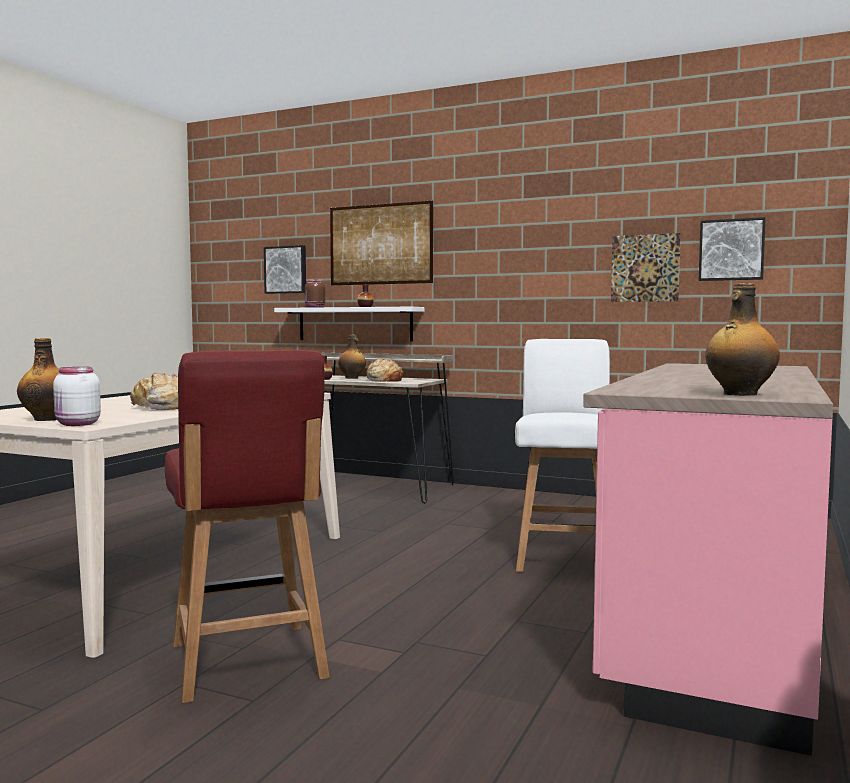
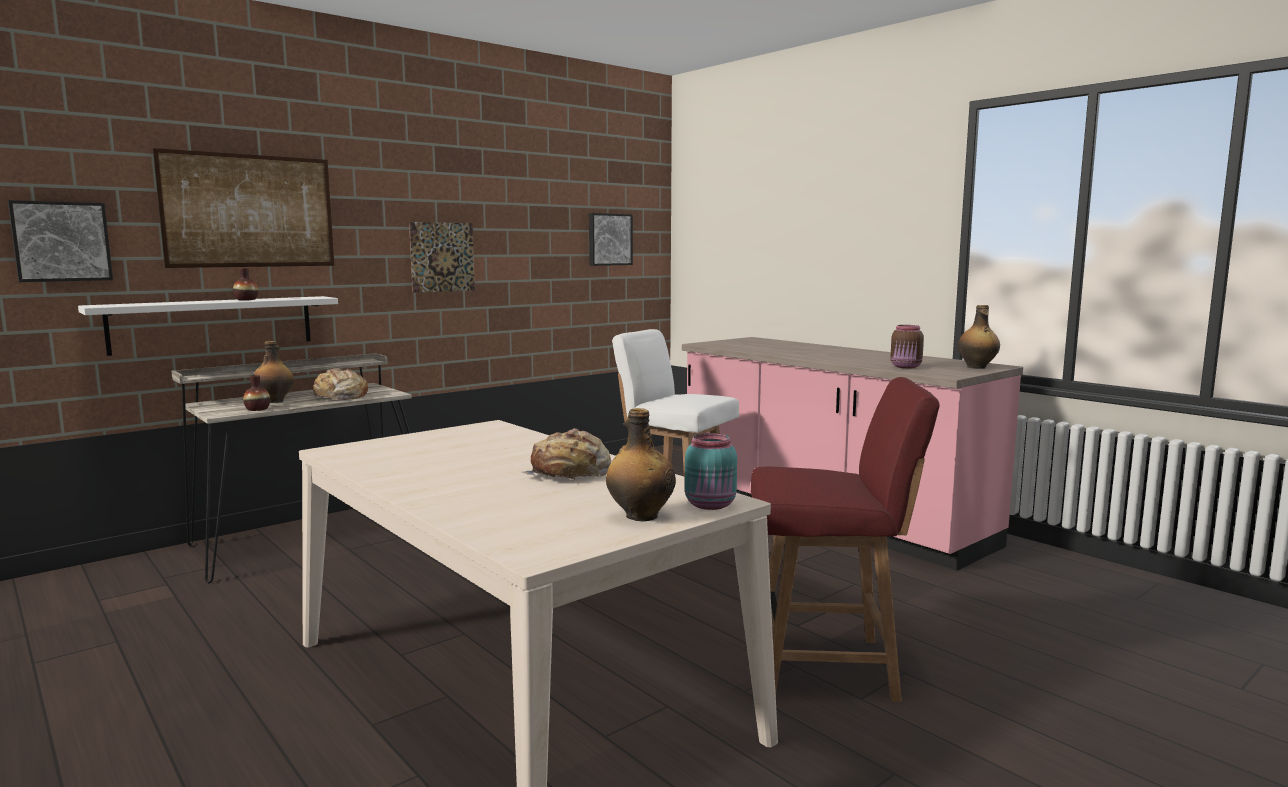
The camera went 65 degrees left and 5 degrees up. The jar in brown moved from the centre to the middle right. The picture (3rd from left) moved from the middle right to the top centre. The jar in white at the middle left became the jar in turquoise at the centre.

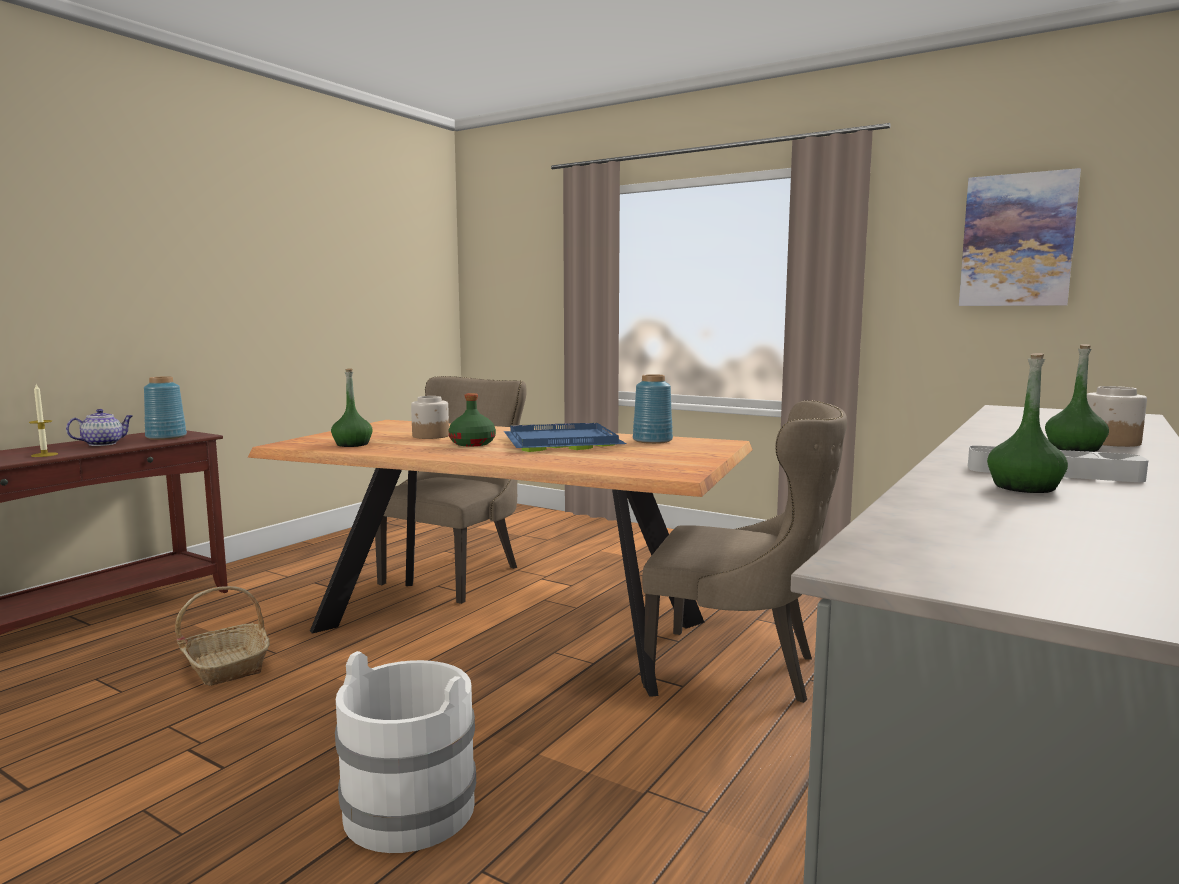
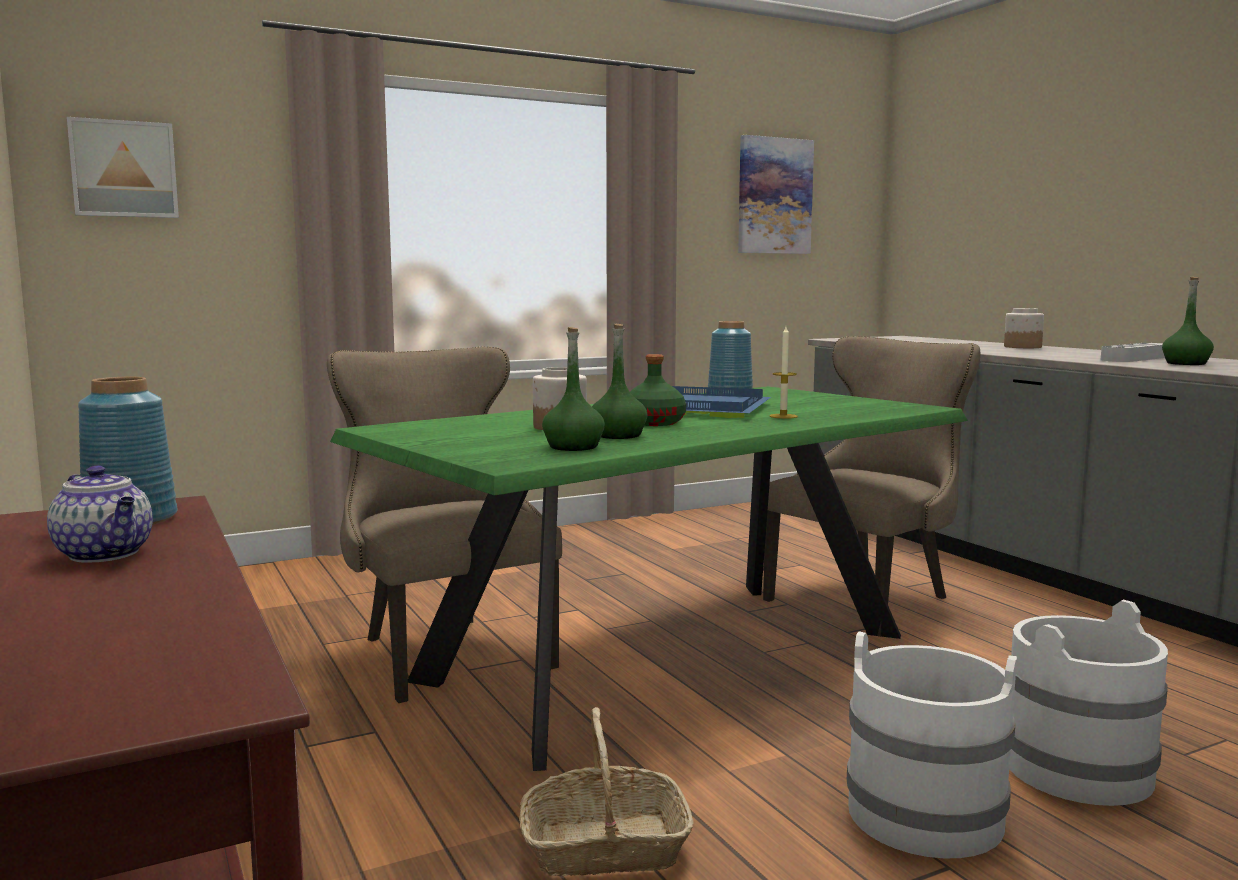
The camera went 60 degrees left and 0 degrees up. The picture (1st from left) at the top left appeared. The bucket in white (1st from left) at the bottom right appeared. The candle moved from the middle left to the centre. The bottle in green (4th from left in the first image) moved from the middle right to the centre. The dining table in brown at the centre became the dining table in green at the centre. The teapot at the middle left turned 150 degrees clockwise.

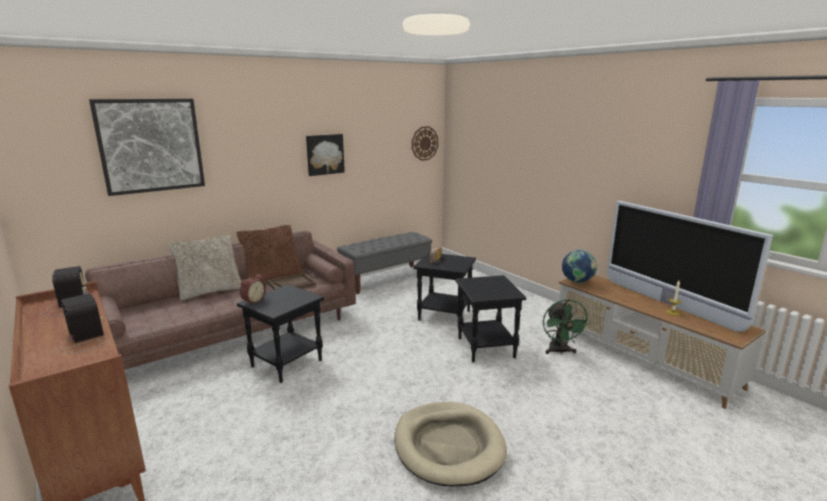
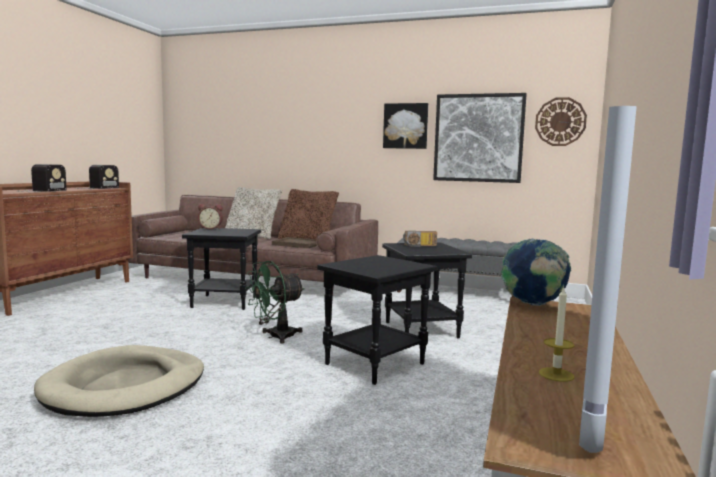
The camera went 55 degrees right and 10 degrees down. The picture (1st from left in the first image) moved from the top left to the top right. The fan in green moved from the middle right to the centre.

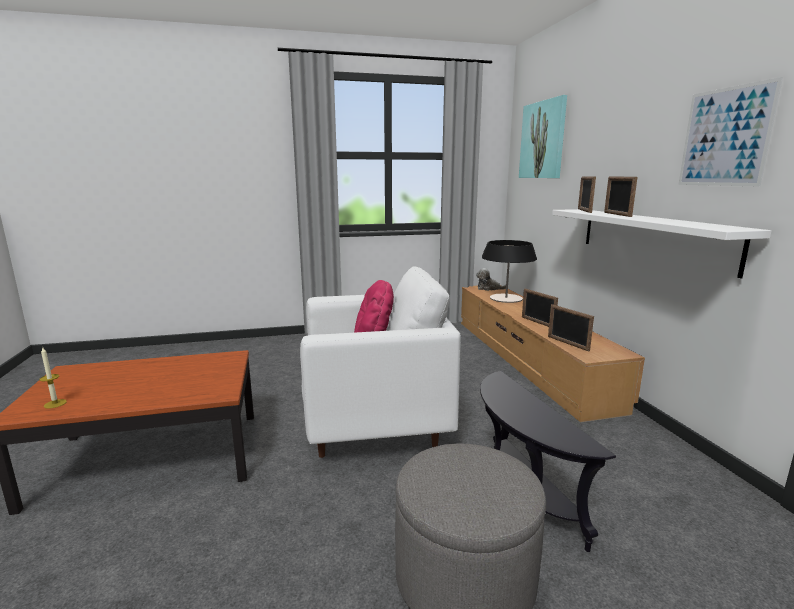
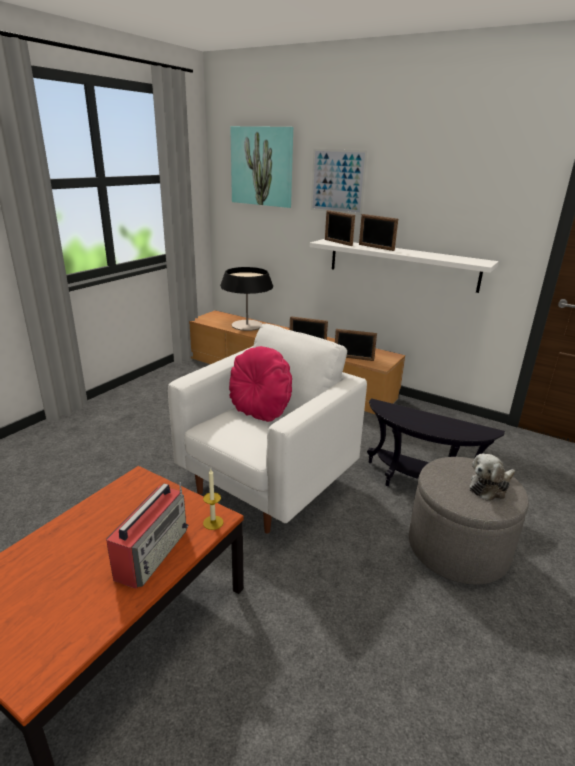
The camera went 45 degrees left and 10 degrees up. The radio at the bottom left appeared. The candle moved from the middle left to the centre. The plush toy moved from the centre to the middle right. The picture (2nd from left) moved from the top right to the top centre.

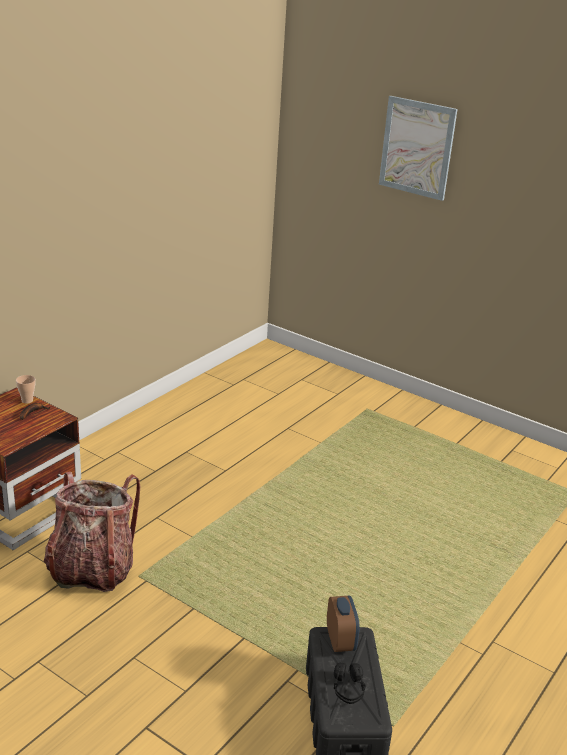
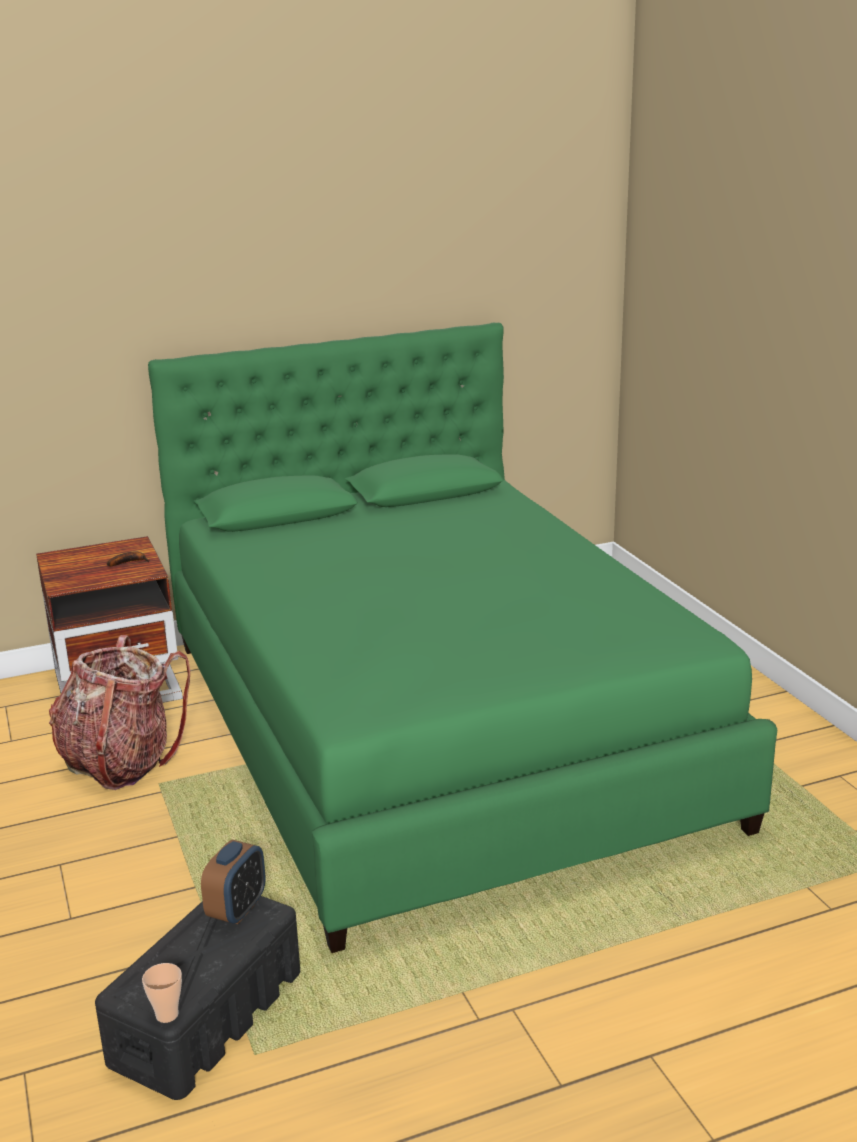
The camera went 35 degrees right and 5 degrees down. The headphones in black at the bottom centre disappeared. The picture at the top right disappeared. The bed in green at the centre appeared. The cup moved from the middle left to the bottom left.

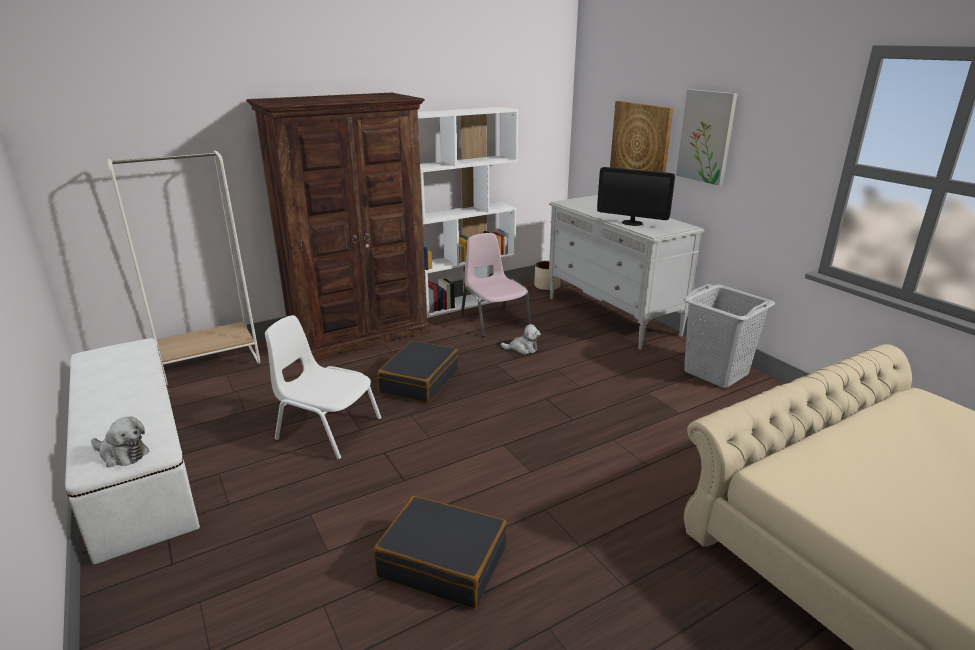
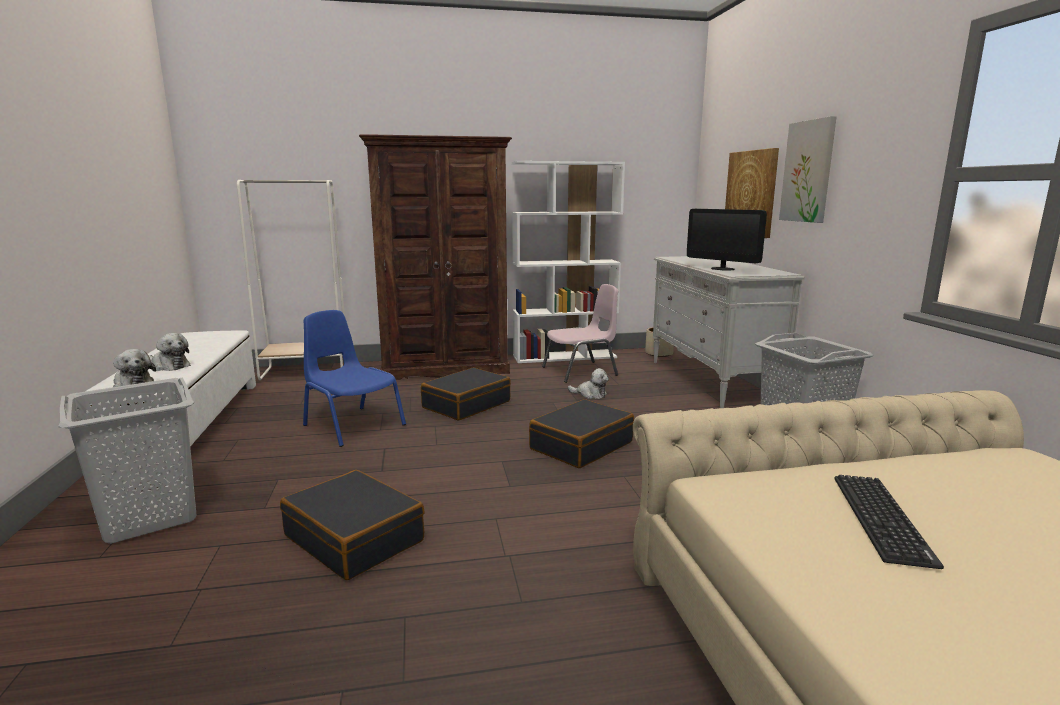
The camera went 20 degrees right and 10 degrees down. The laundry basket in grey (1st from left) at the middle left appeared. The plush toy (2nd from left) at the middle left appeared. The suitcase in black (3rd from left) at the centre appeared. The keyboard at the bottom right appeared. The chair in white at the middle left became the chair in blue at the centre. The chair in pink at the centre turned 75 degrees clockwise.

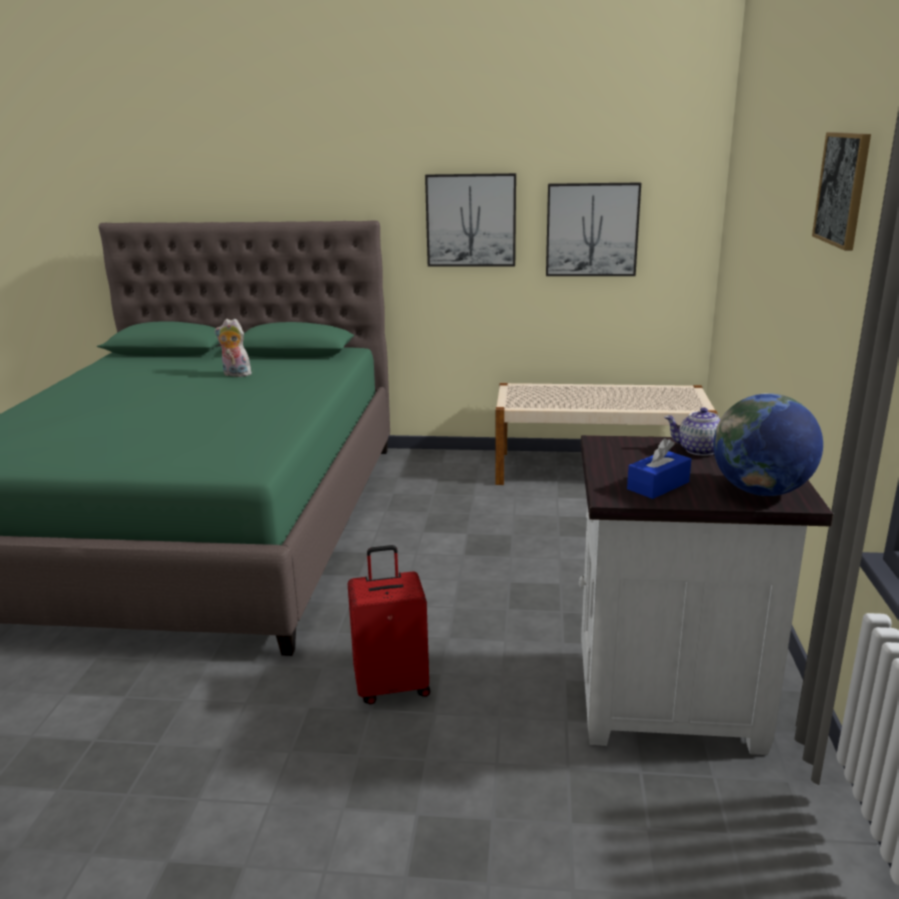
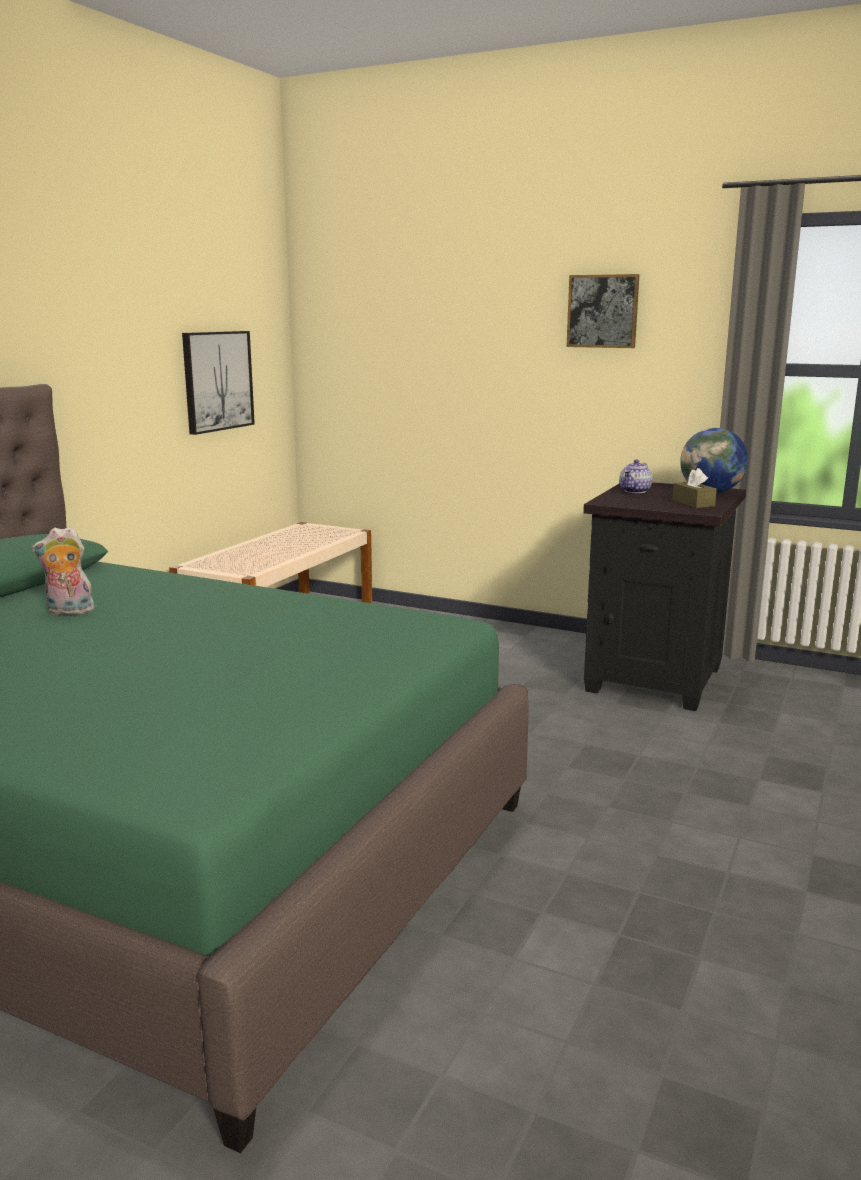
The camera went 70 degrees left and 5 degrees down. The suitcase in red at the bottom centre disappeared. The picture (1st from left) at the top centre disappeared. The cabinet in white at the middle right became the cabinet in black at the middle right. The tissue box in blue at the middle right became the tissue box in brown at the middle right. The plush toy at the middle left turned 45 degrees clockwise.

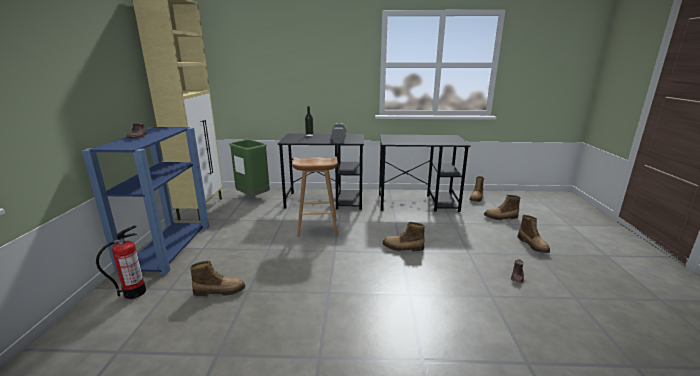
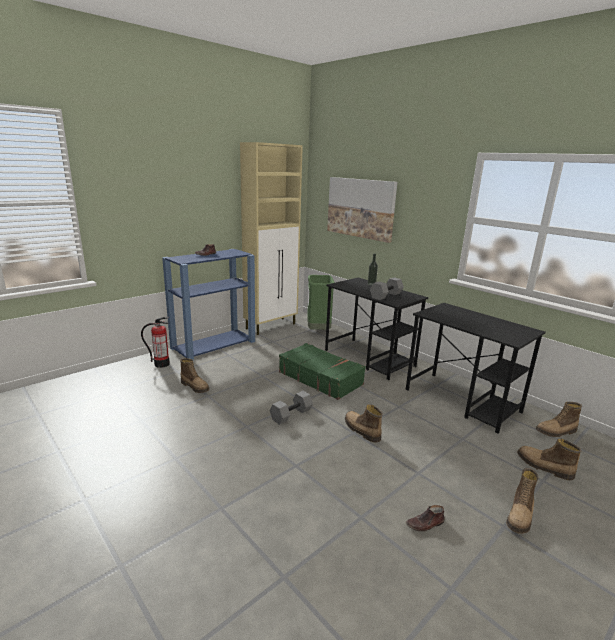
The camera went 45 degrees right and 0 degrees up. The dumbbell in grey (1st from left) at the centre appeared. The picture at the top centre appeared. The stool in brown at the centre was replaced by the suitcase in green at the centre.

